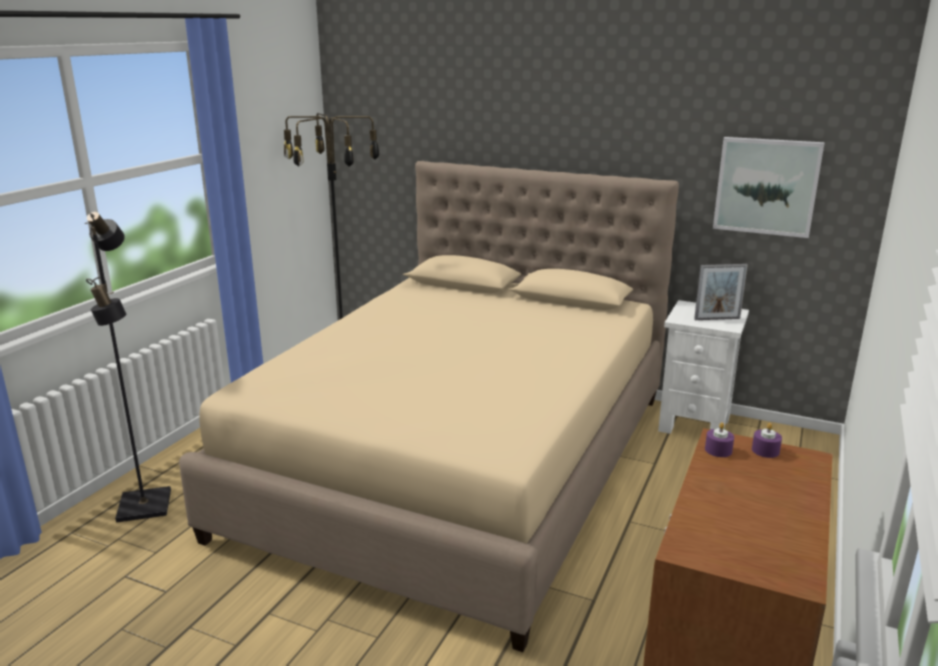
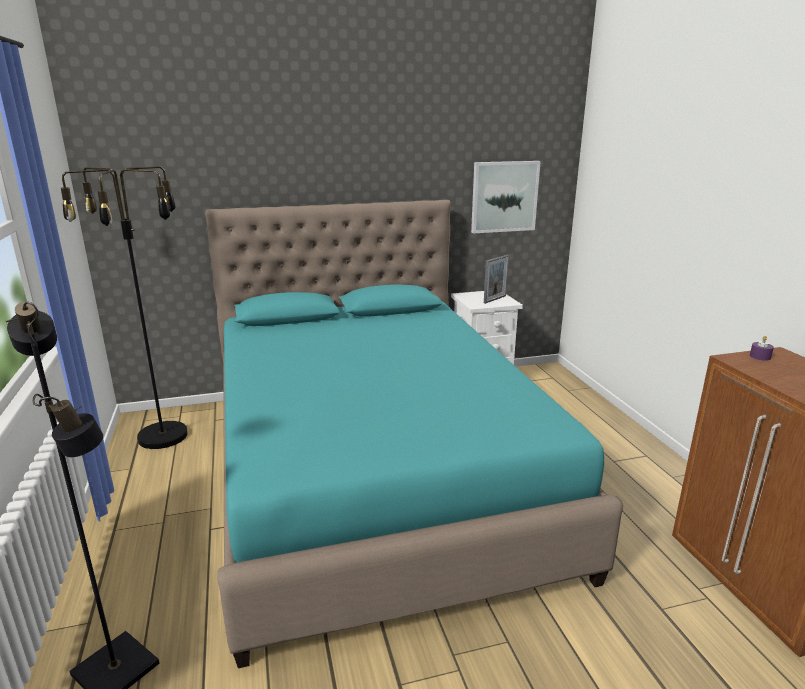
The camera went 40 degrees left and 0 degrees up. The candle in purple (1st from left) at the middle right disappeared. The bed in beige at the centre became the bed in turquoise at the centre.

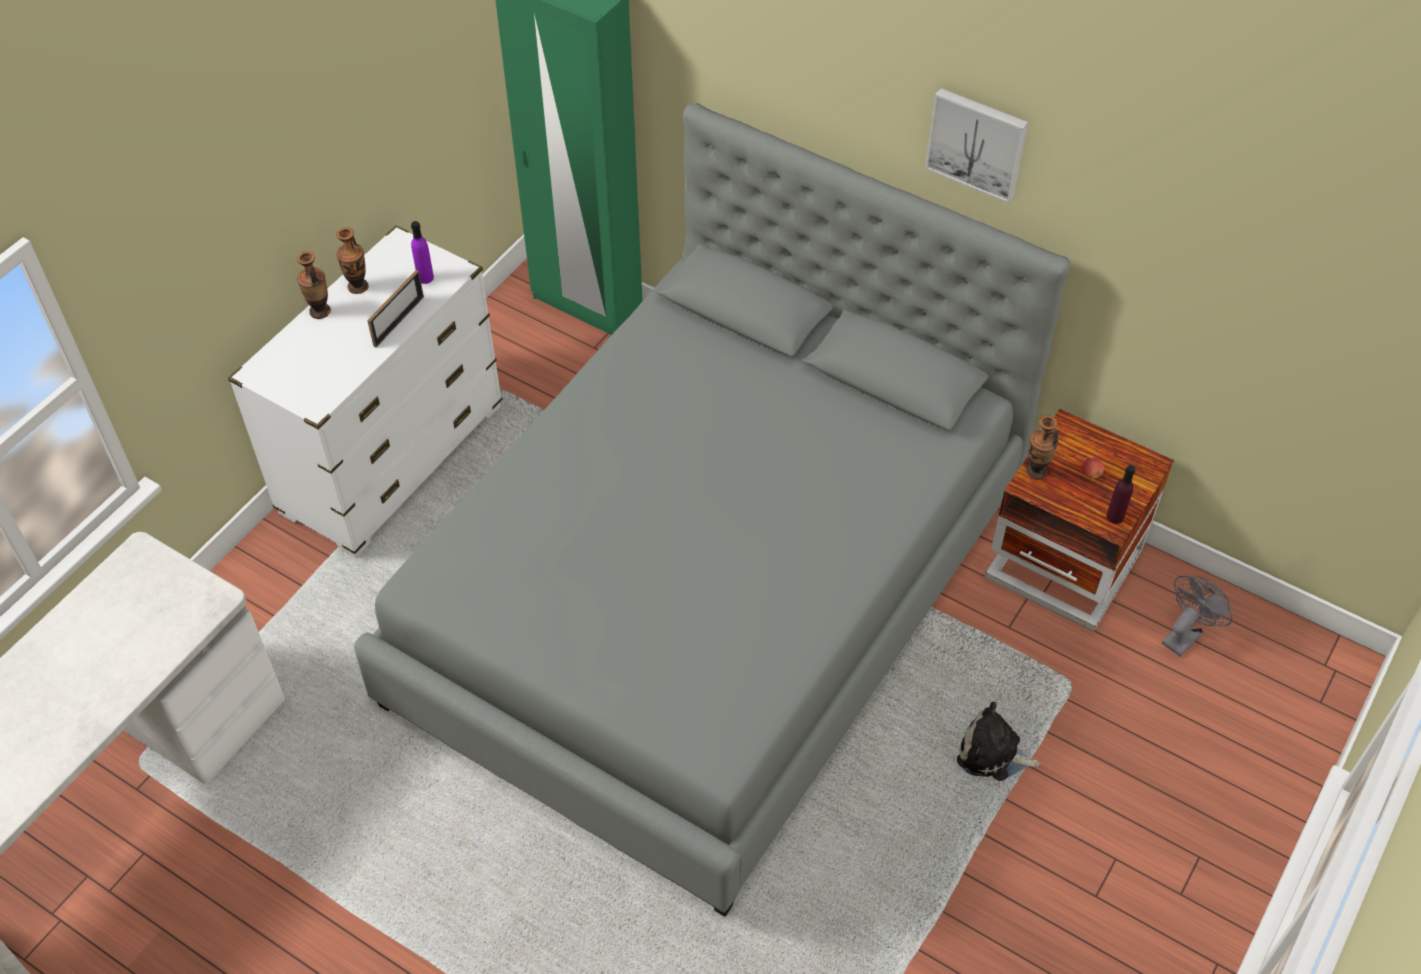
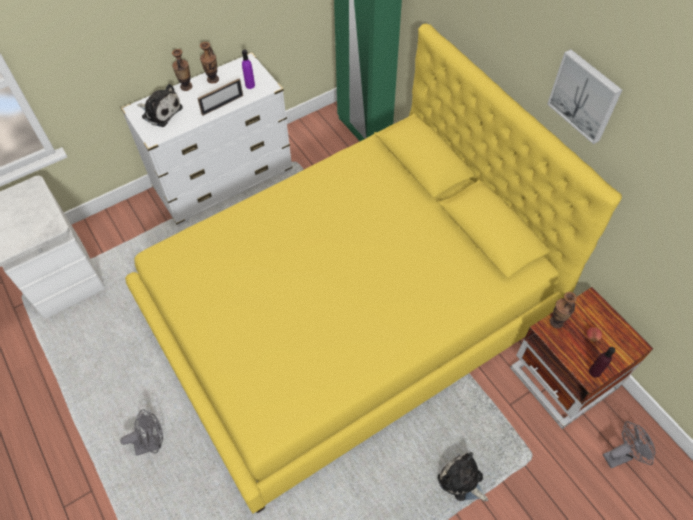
The camera went 25 degrees right and 5 degrees up. The fan in grey (1st from left) at the bottom left appeared. The plush toy (1st from left) at the top left appeared. The bed in grey at the centre became the bed in yellow at the centre.

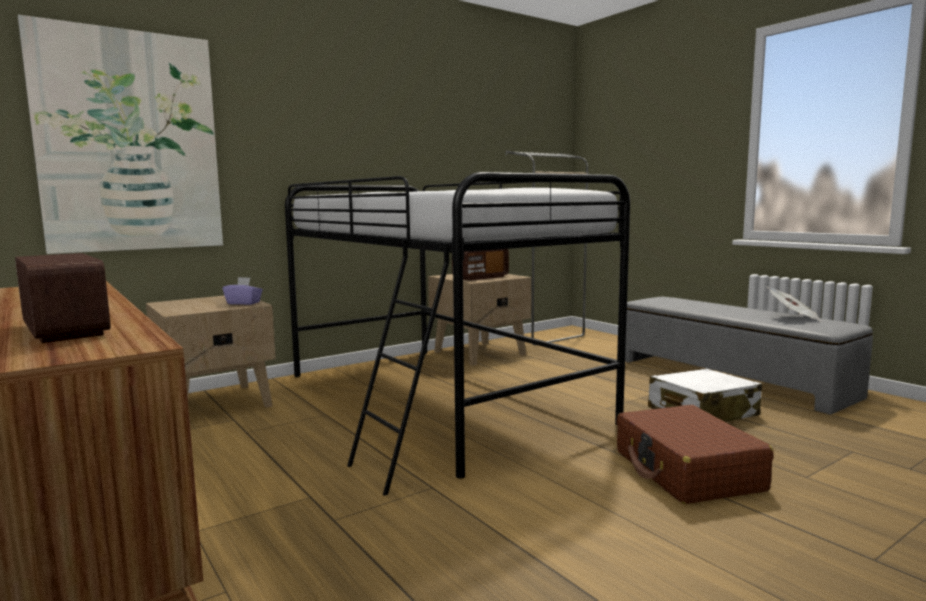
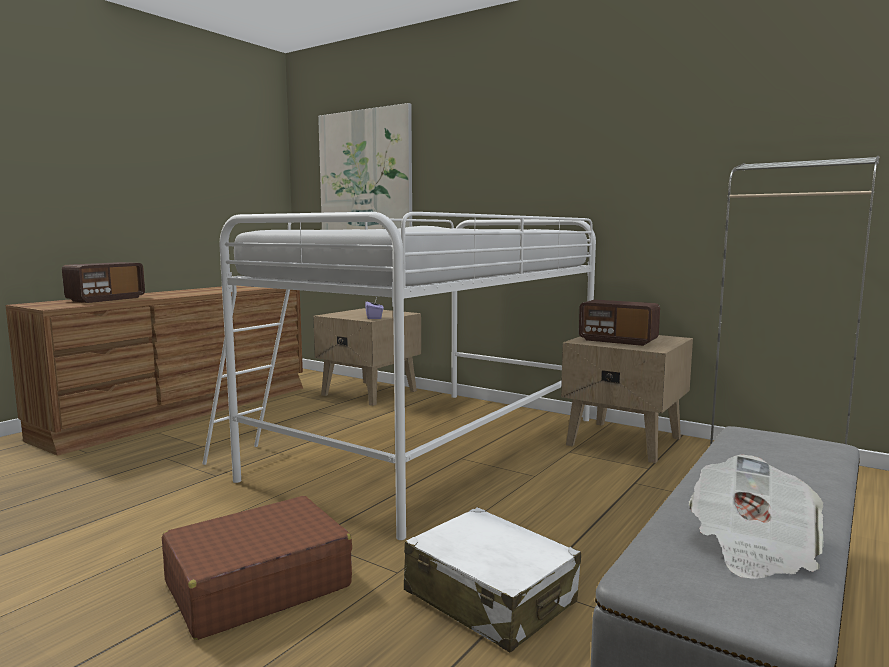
The camera went 70 degrees right and 0 degrees up. The bed in black at the centre became the bed in white at the centre.

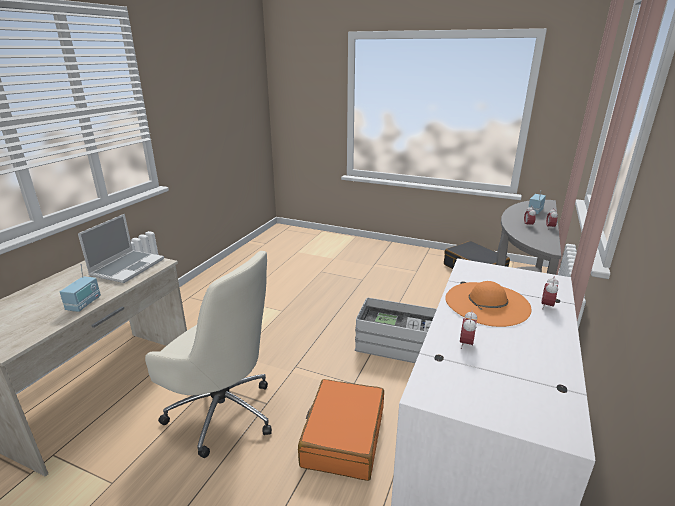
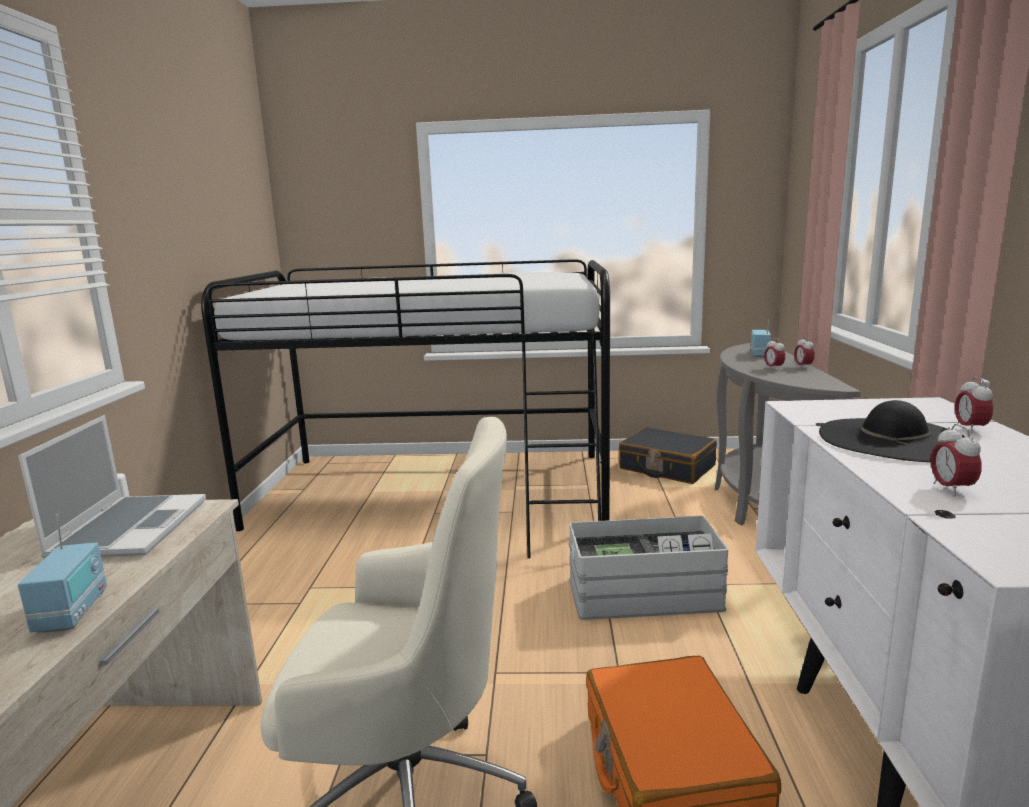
The camera went 20 degrees left and 10 degrees down. The bed in black at the centre appeared. The hat in orange at the middle right became the hat in black at the middle right.

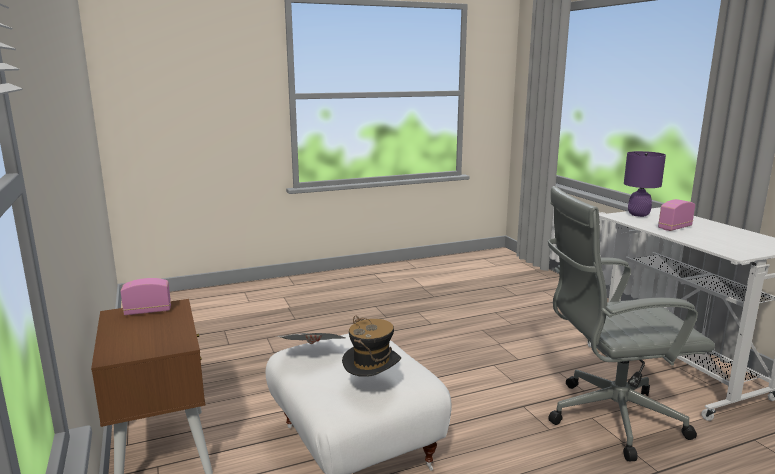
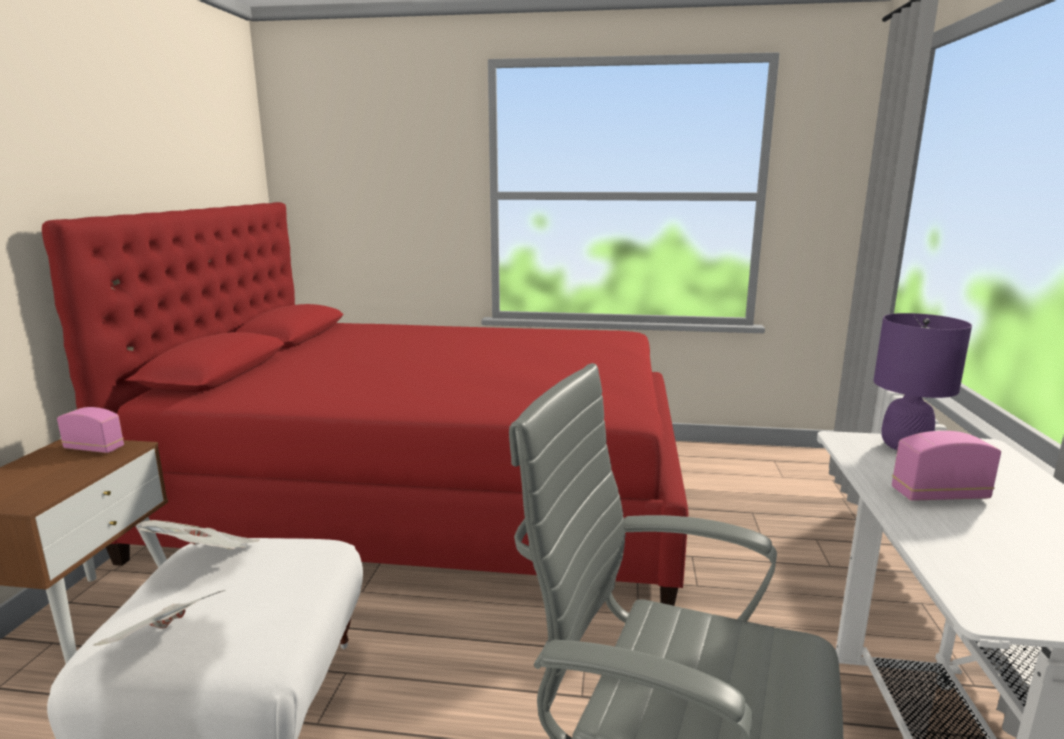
The camera went 30 degrees right and 0 degrees up. The bed in red at the centre appeared. The hat at the bottom centre was replaced by the newspaper (1st from left) at the bottom left.

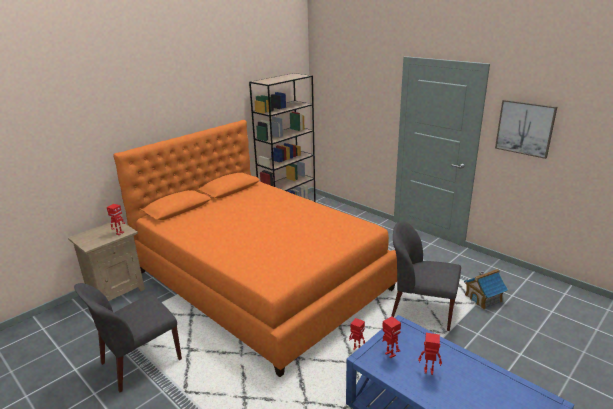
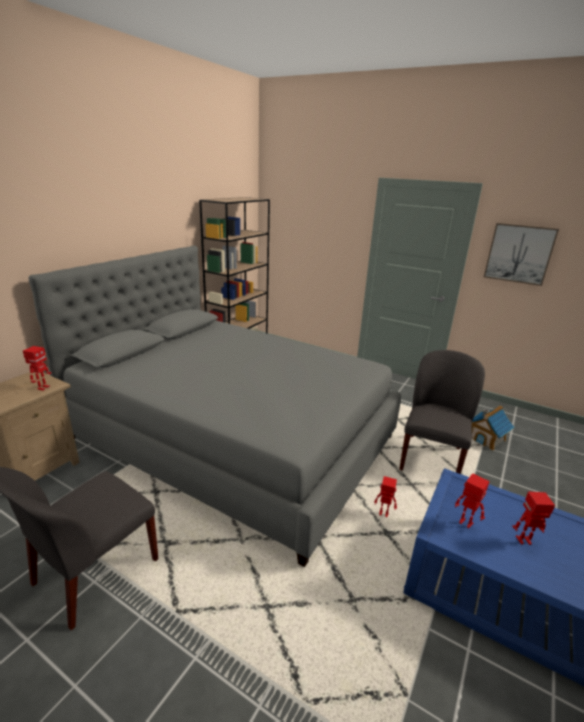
The camera went 15 degrees left and 0 degrees up. The bed in orange at the centre became the bed in grey at the centre. The chair in grey (2nd from left) at the bottom right turned 105 degrees clockwise.

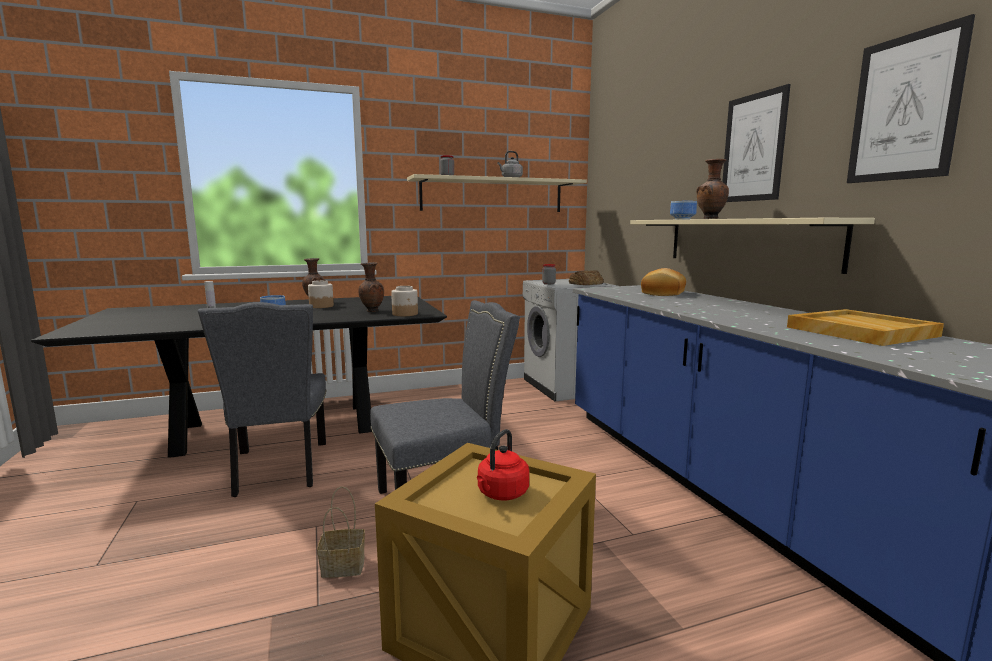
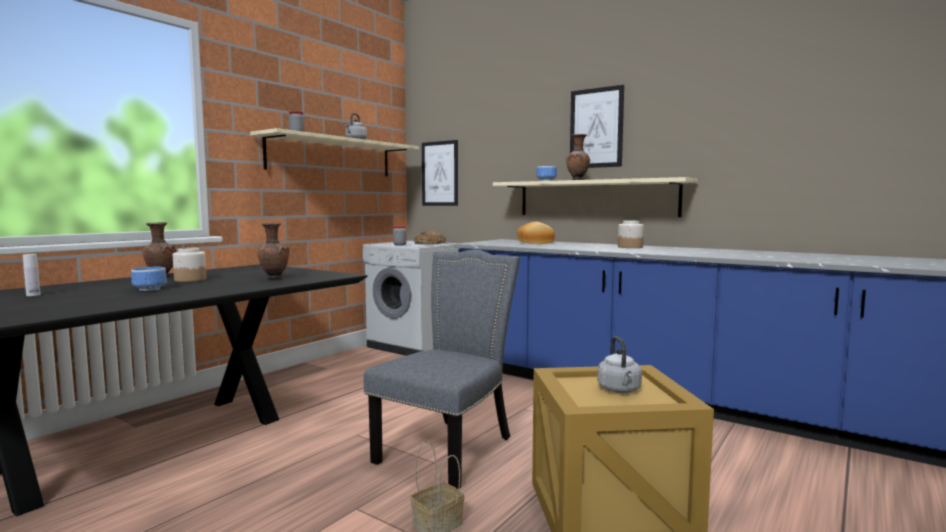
The camera went 35 degrees left and 5 degrees down. The chair in grey (1st from left) at the middle left disappeared. The tray in beige at the middle right disappeared. The jar (2nd from left in the first image) moved from the centre to the middle right. The picture (2nd from left in the first image) moved from the top right to the top centre. The kettle in red at the bottom centre became the kettle in grey (2nd from left) at the bottom centre.

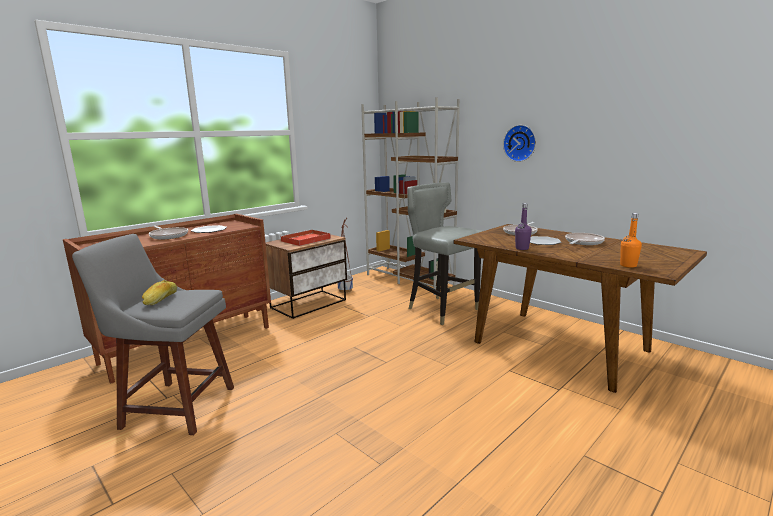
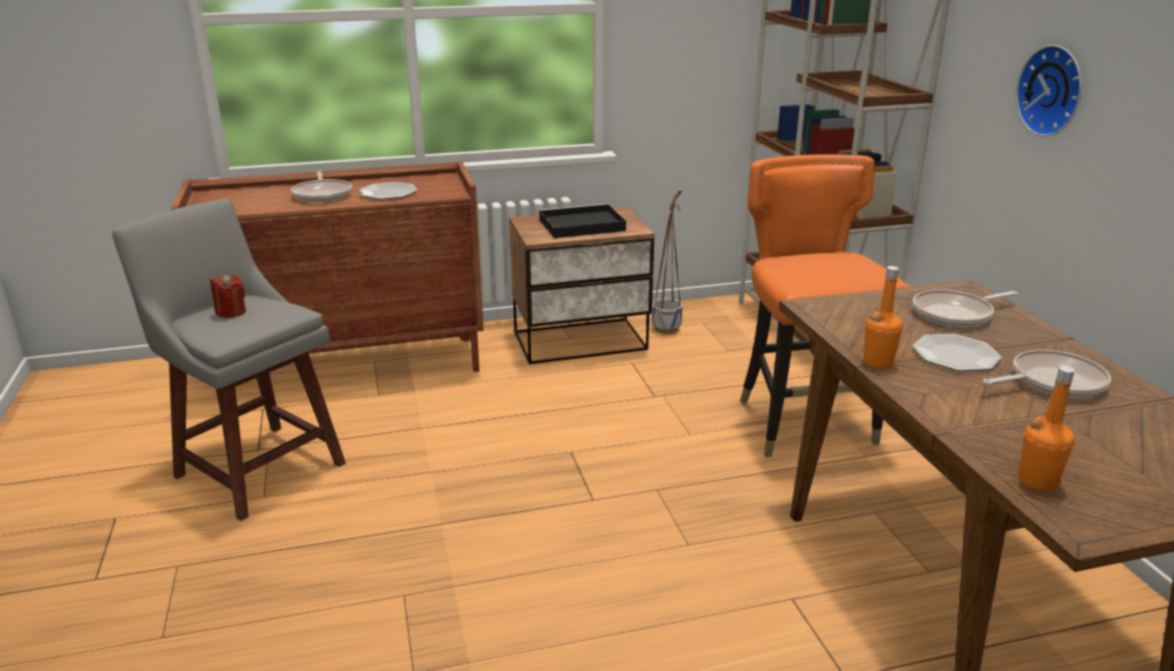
The camera went 30 degrees right and 10 degrees up. The bread at the middle left was replaced by the candle in red at the middle left. The tray in red at the centre became the tray in black at the top centre. The chair in grey at the centre became the chair in orange at the middle right. The bottle in purple at the middle right became the bottle in orange (1st from left) at the middle right.

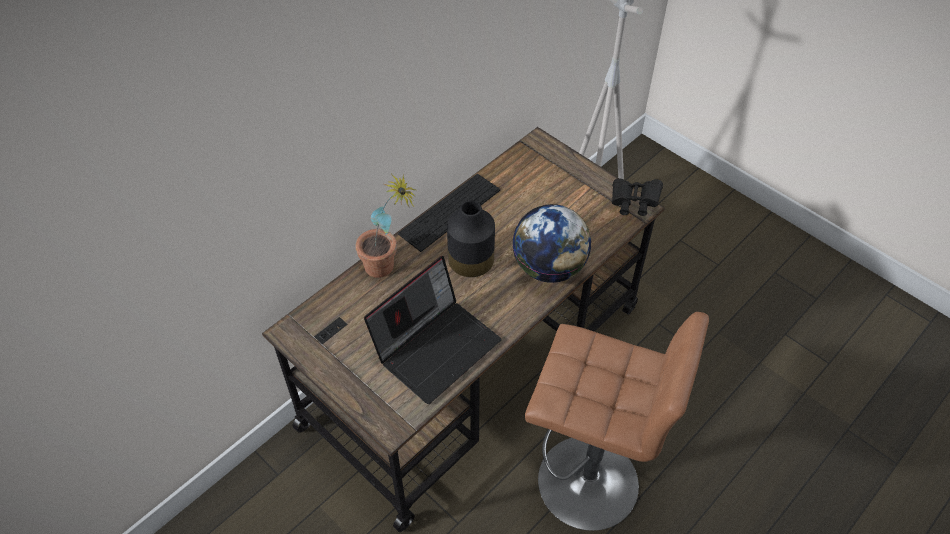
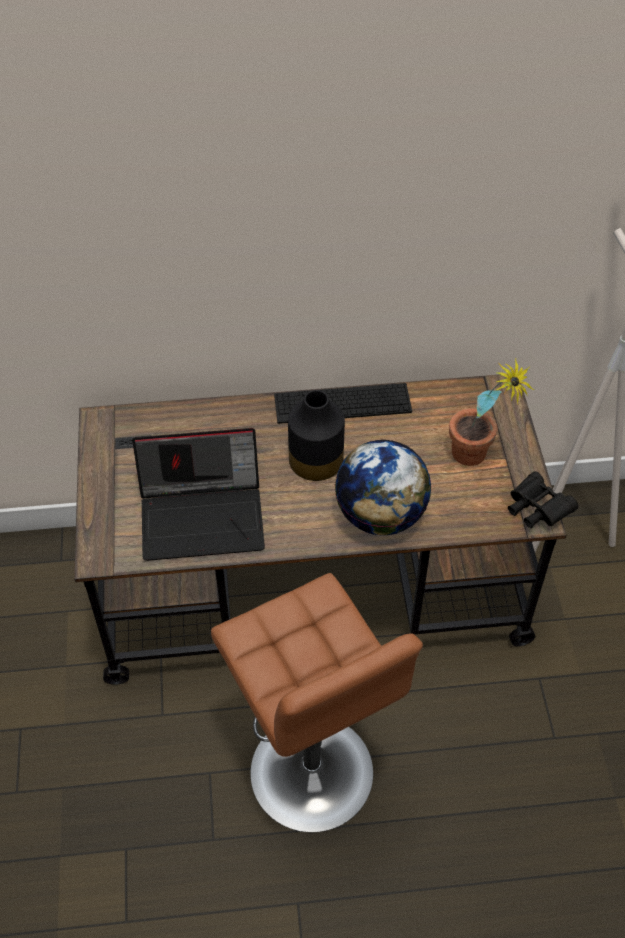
The camera went 40 degrees right and 0 degrees up. The potted plant moved from the centre to the middle right.

